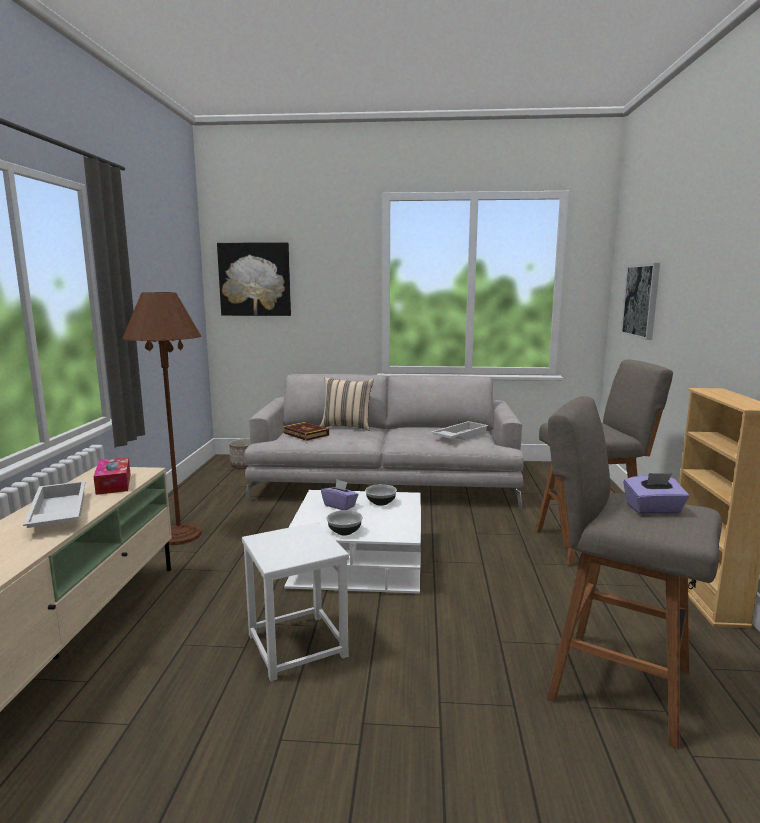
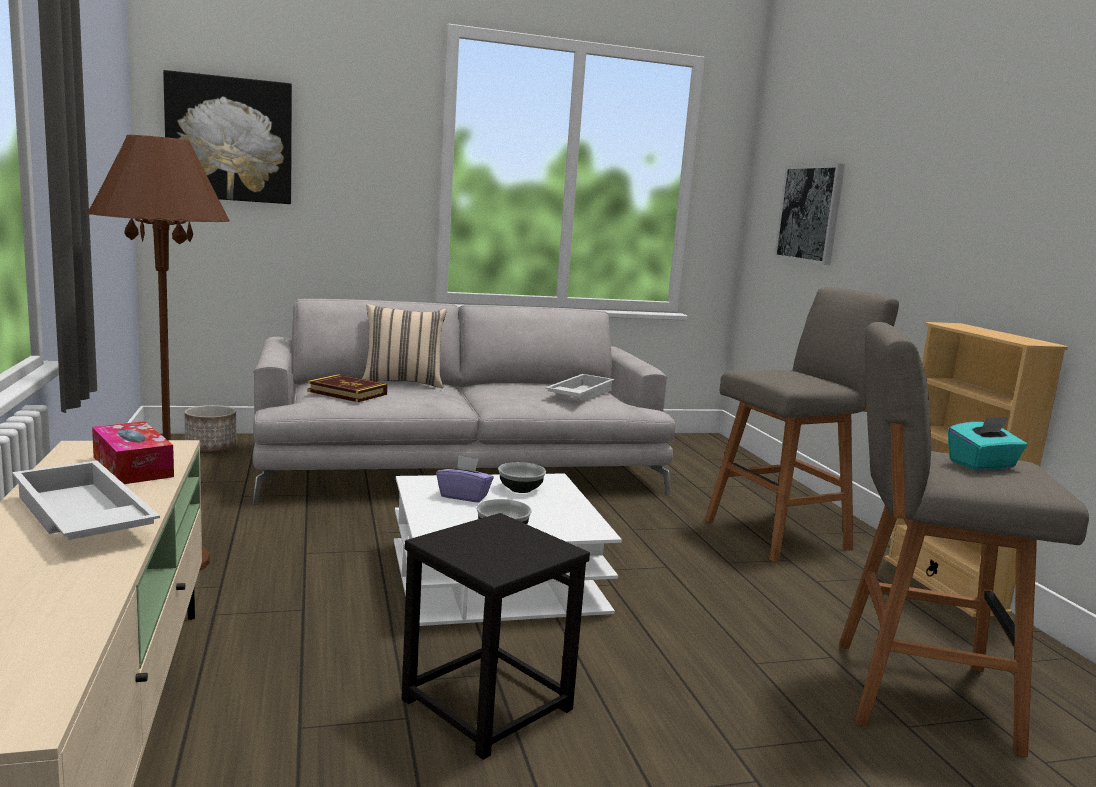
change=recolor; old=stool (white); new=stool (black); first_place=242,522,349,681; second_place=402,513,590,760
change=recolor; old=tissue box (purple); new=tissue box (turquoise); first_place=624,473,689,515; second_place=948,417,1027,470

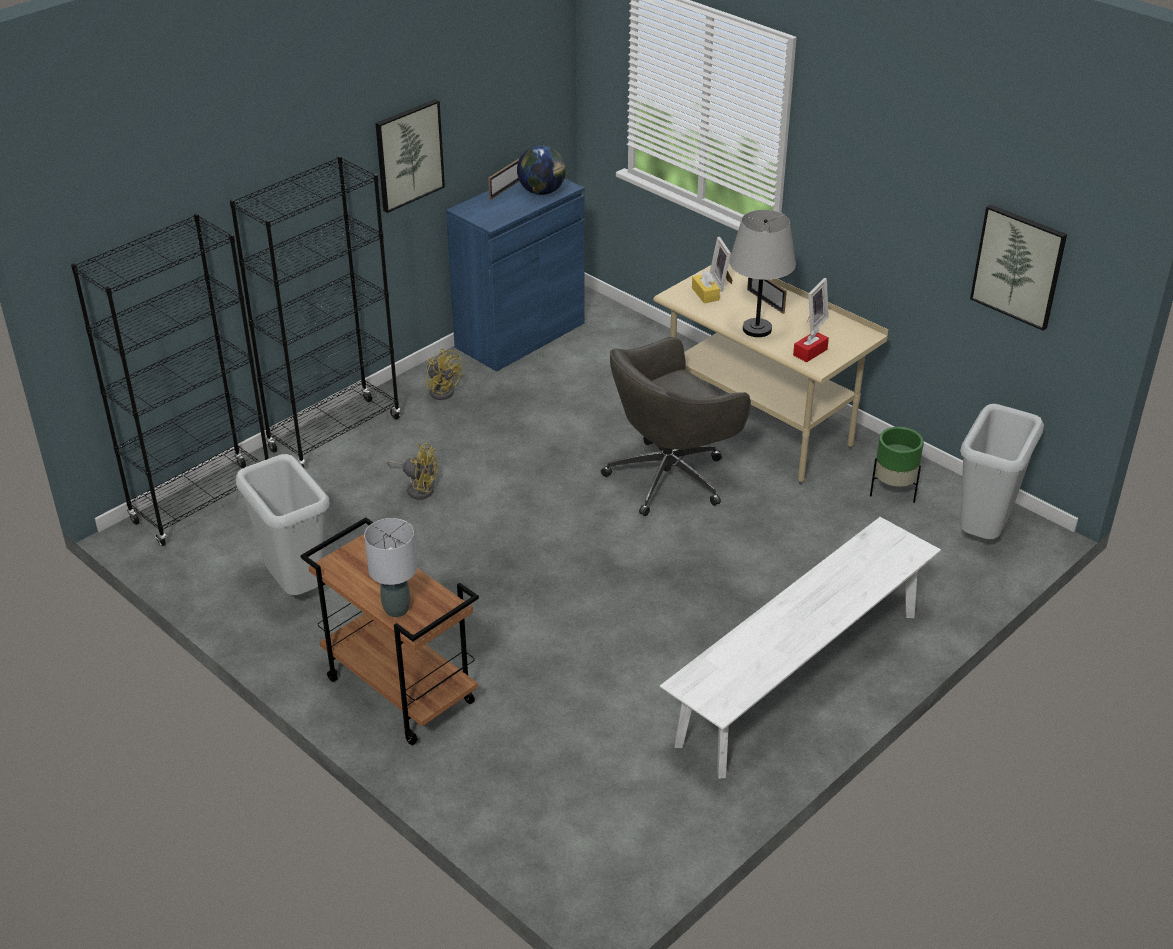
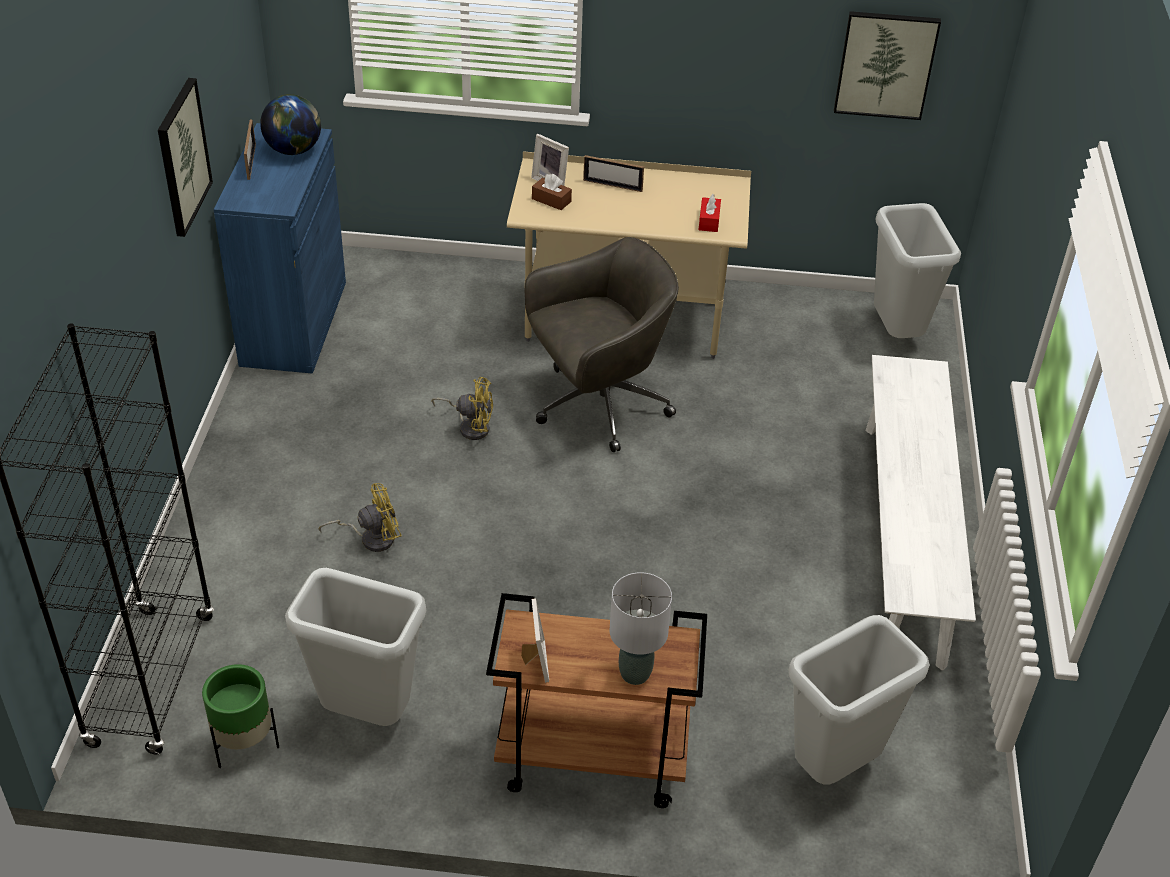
change=delete; old=bookcase (black); first_place=230,156,400,467
change=move; old=fan (yellow); first_place=426,349,462,400; second_place=431,377,493,440
change=rotate; old=office chair (grey); first_place=601,337,751,516; second_place=525,237,679,452; degrees=-135
change=recolor; old=tissue box (yellow); new=tissue box (brown); first_place=692,270,720,303; second_place=532,174,572,210
change=delete; old=table lamp (grey); first_place=729,210,796,337
change=move; old=picture frame; first_place=807,278,829,334; second_place=521,598,549,683
change=move; old=planter (green); first_place=870,427,924,503; second_place=202,664,279,768
change=insert; new=trash can (grey); second_place=789,615,930,784

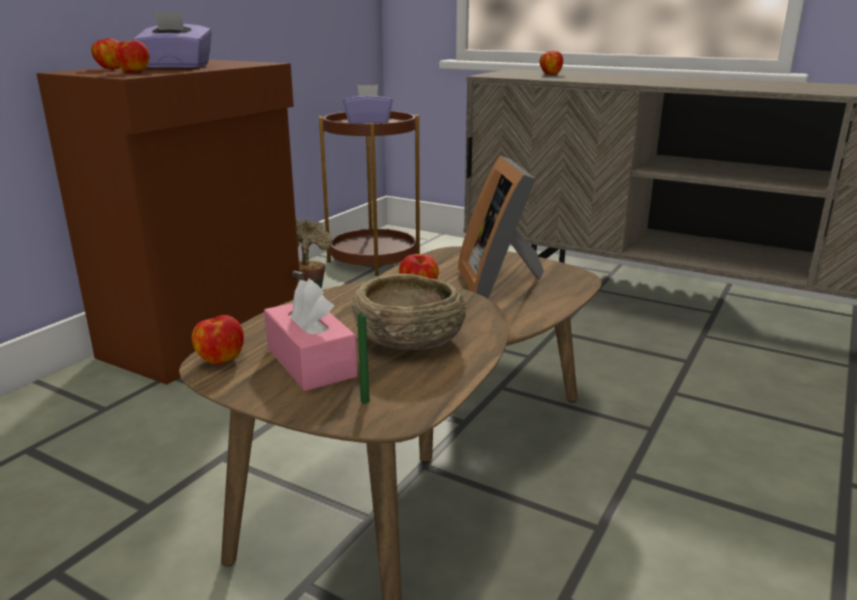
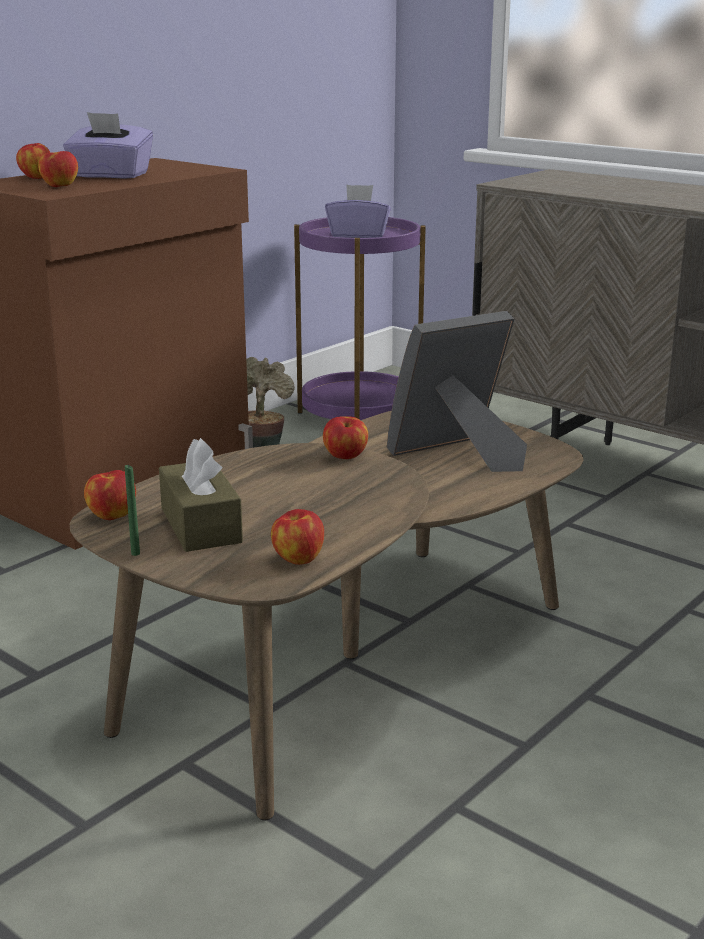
change=recolor; old=tissue box (pink); new=tissue box (brown); first_place=264,278,358,391; second_place=159,438,243,552
change=recolor; old=side table (brown); new=side table (purple); first_place=319,111,420,276; second_place=294,217,426,420
change=delete; old=bowl (beige); first_place=352,274,466,350
change=move; old=candle (green); first_place=358,311,370,404; second_place=125,464,140,556
change=rotate; old=picture frame; first_place=458,156,544,299; second_place=387,311,527,472; degrees=60
change=move; old=apple; first_place=540,51,563,75; second_place=271,509,324,565

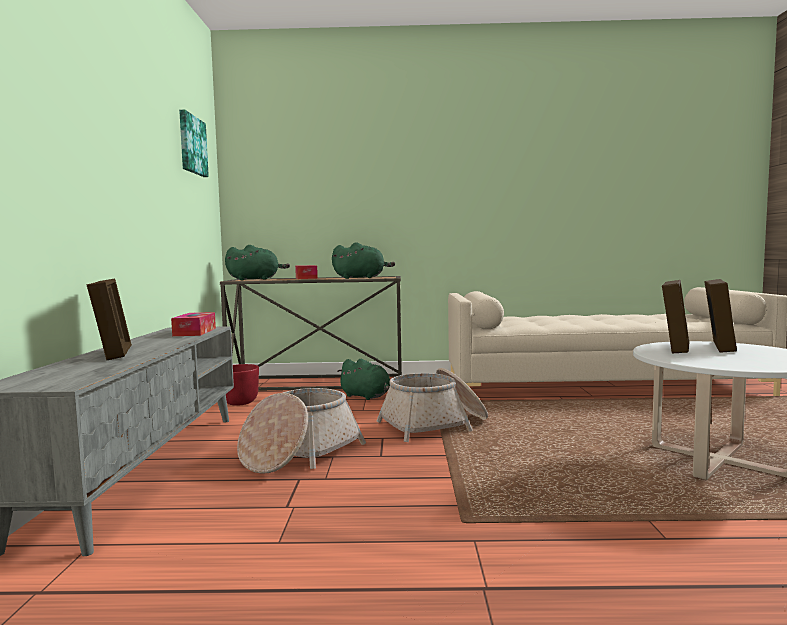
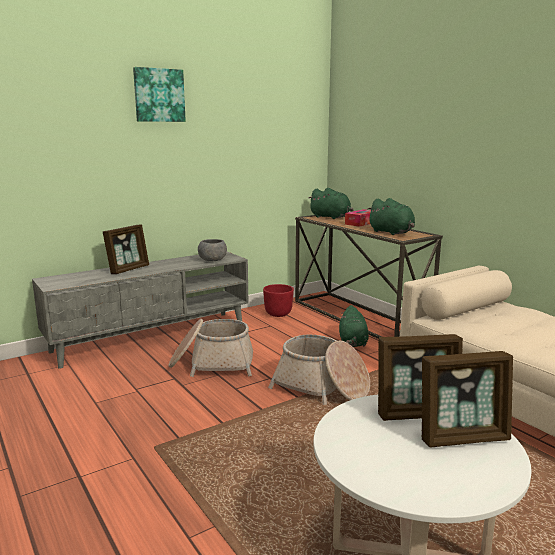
change=replace; old=tissue box; new=bowl (grey); first_place=171,312,216,336; second_place=198,239,227,261
change=move; old=picture; first_place=179,110,209,177; second_place=133,67,186,122

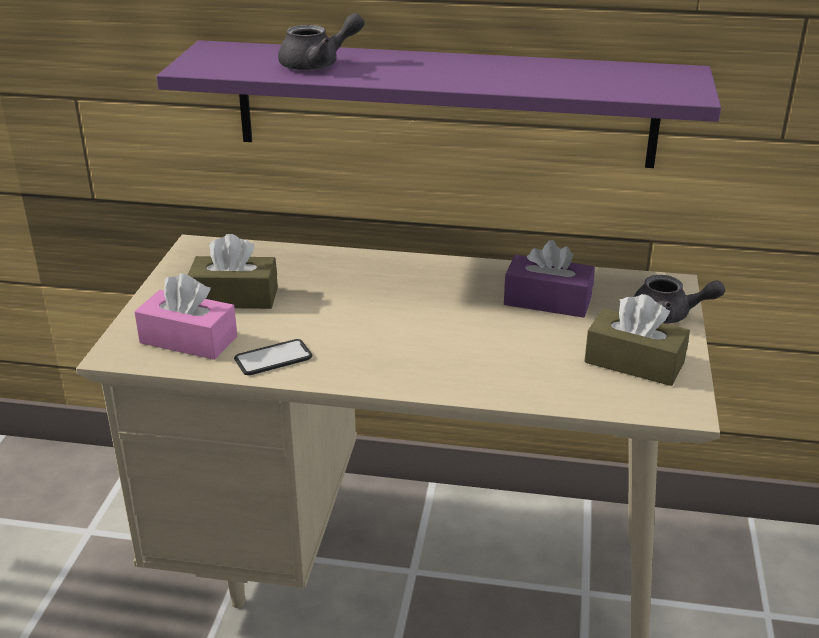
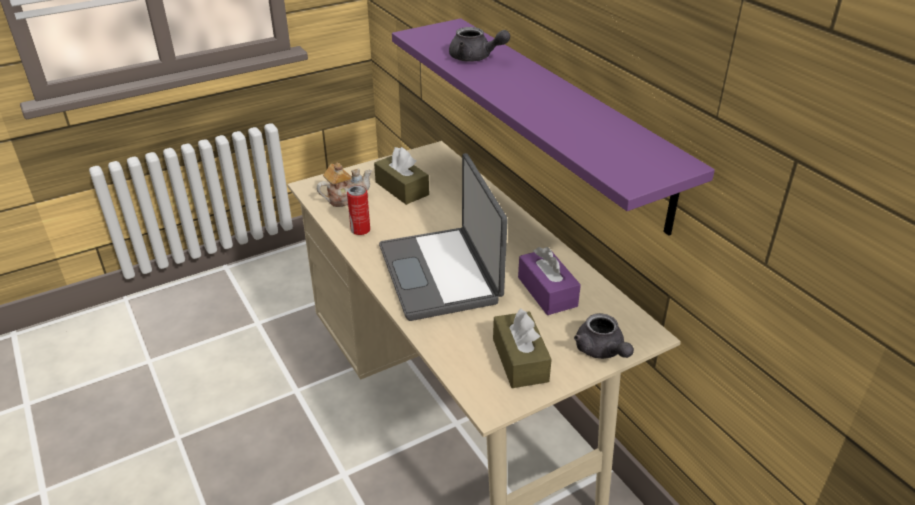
change=replace; old=tissue box (pink); new=teapot; first_place=134,273,237,360; second_place=317,163,372,207
change=replace; old=phone; new=can; first_place=234,339,312,375; second_place=347,185,370,235
change=insert; new=laptop; second_place=379,153,508,321

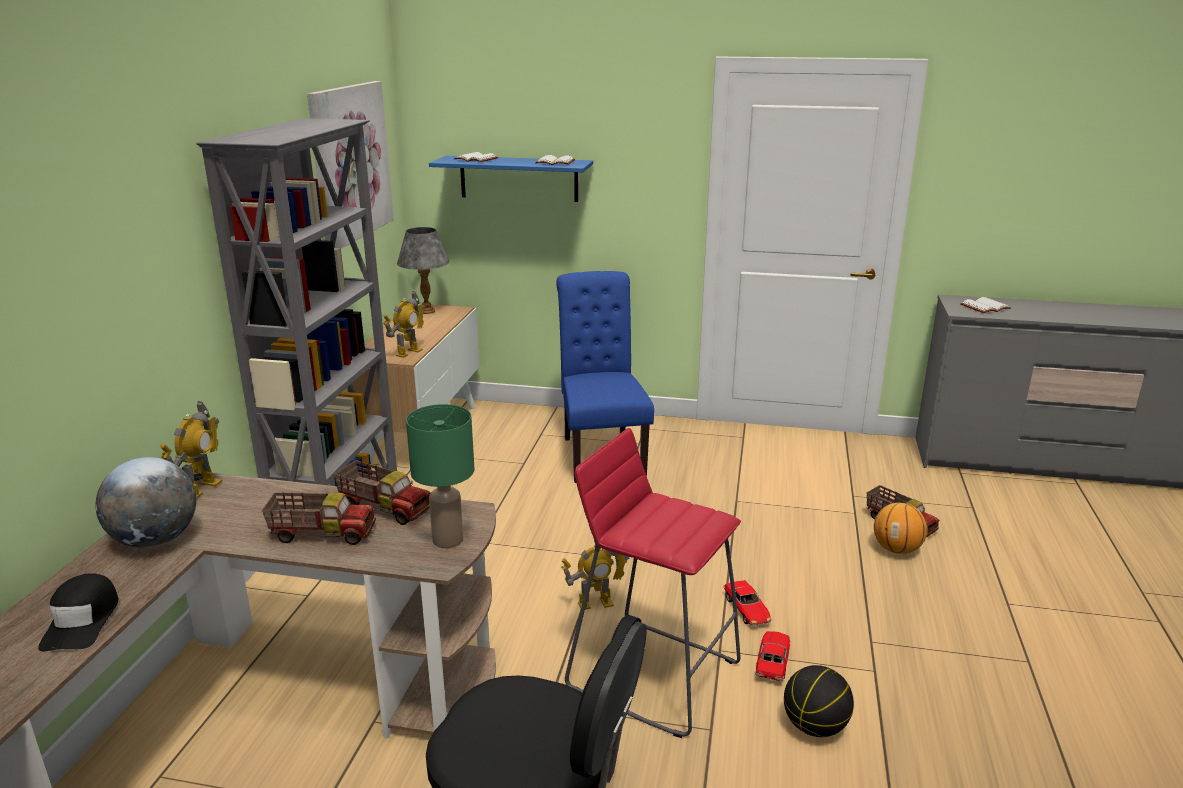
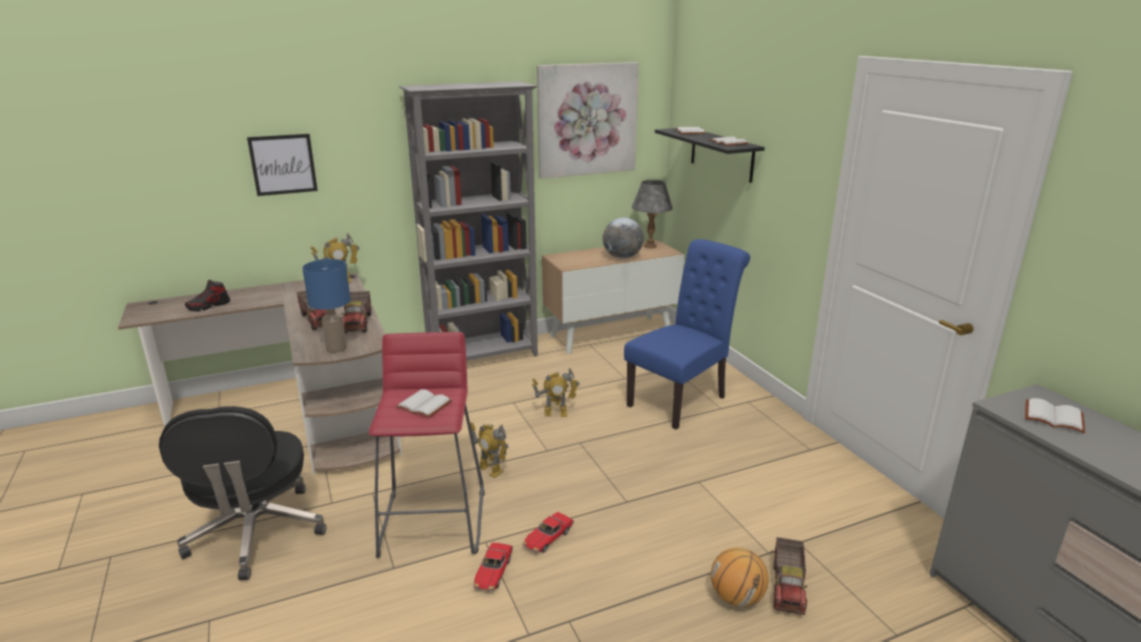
change=replace; old=cap (black); new=shoe; first_place=38,573,118,651; second_place=185,280,230,312
change=move; old=globe; first_place=95,457,196,548; second_place=603,218,644,259
change=move; old=toy robot; first_place=383,291,426,358; second_place=532,368,580,417
change=recolor; old=table lamp (green); new=table lamp (blue); first_place=406,404,474,548; second_place=302,259,351,353
change=recolor; old=shelf (blue); new=shelf (black); first_place=429,156,593,202; second_place=655,128,765,183
change=rotate; old=toy car; first_place=755,631,790,681; second_place=473,543,513,591; degrees=120
change=delete; old=basketball; first_place=784,665,854,737
change=insert; new=picture; second_place=247,134,318,196
change=insert; new=book (white); second_place=396,389,452,418

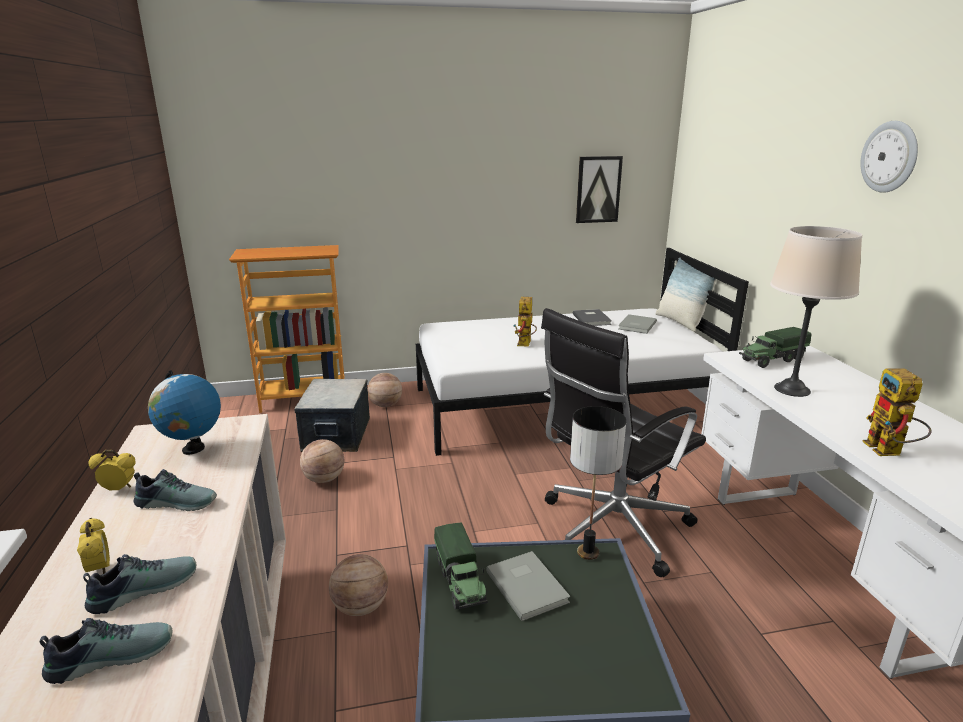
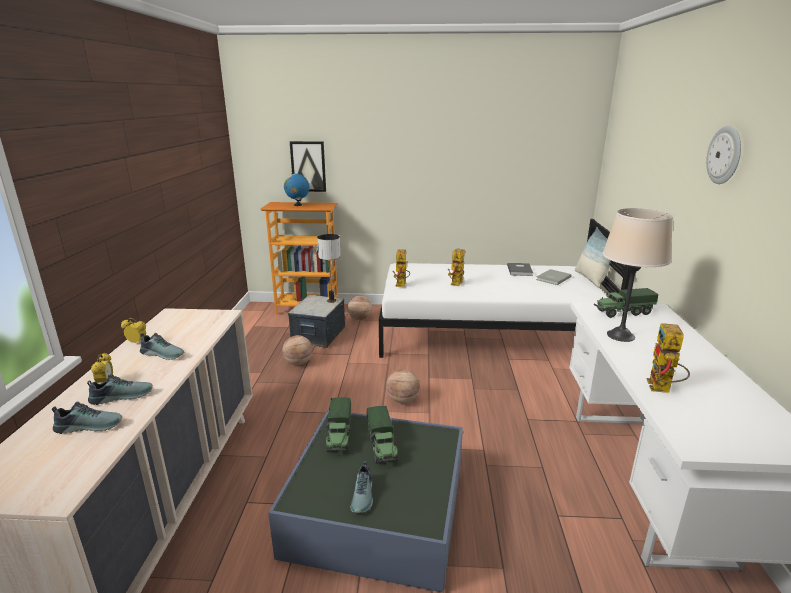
change=move; old=globe; first_place=148,370,221,455; second_place=284,172,309,206
change=move; old=basketball; first_place=329,554,388,616; second_place=386,369,420,403
change=replace; old=book (grey); new=toy truck; first_place=486,551,571,621; second_place=367,406,398,464
change=delete; old=office chair (black); first_place=541,308,706,577
change=move; old=table lamp; first_place=570,406,626,560; second_place=317,234,340,303
change=move; old=picture; first_place=576,156,623,223; second_place=290,141,326,192
change=insert; new=shoe; second_place=351,461,373,513
change=insert; new=toy robot; second_place=392,249,410,287

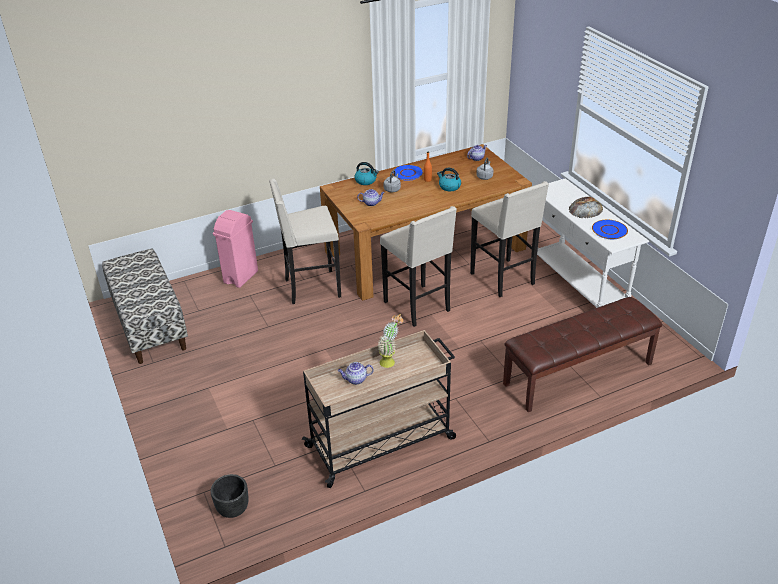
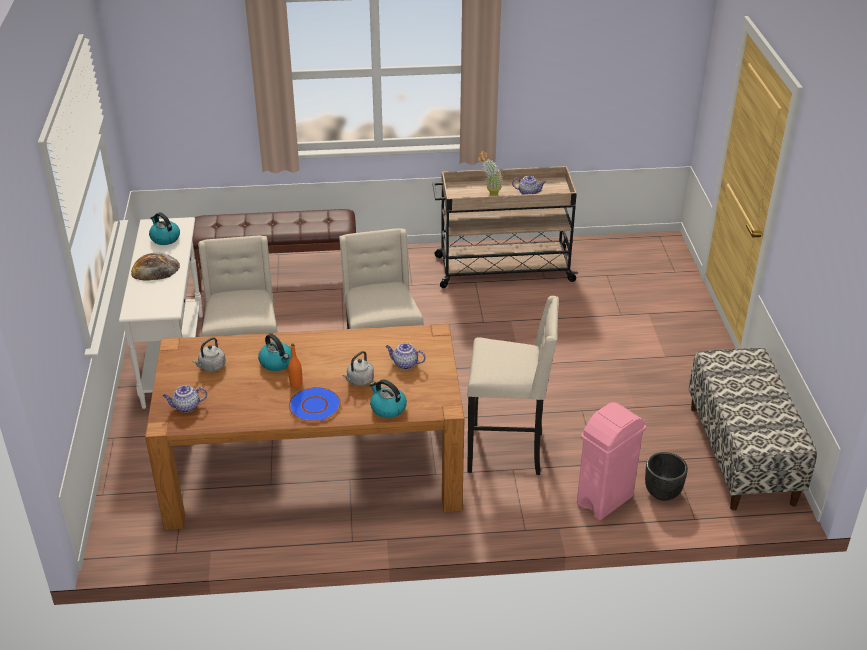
change=move; old=planter (black); first_place=211,474,249,518; second_place=645,452,688,501
change=replace; old=plate (blue); new=kettle; first_place=592,220,628,239; second_place=149,212,180,245

